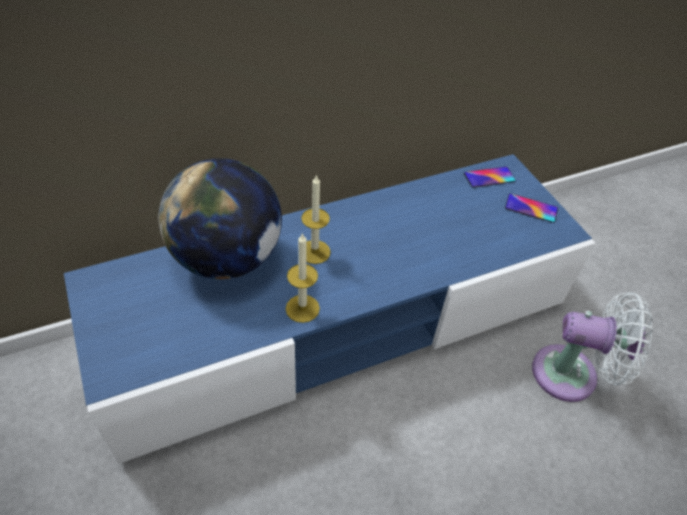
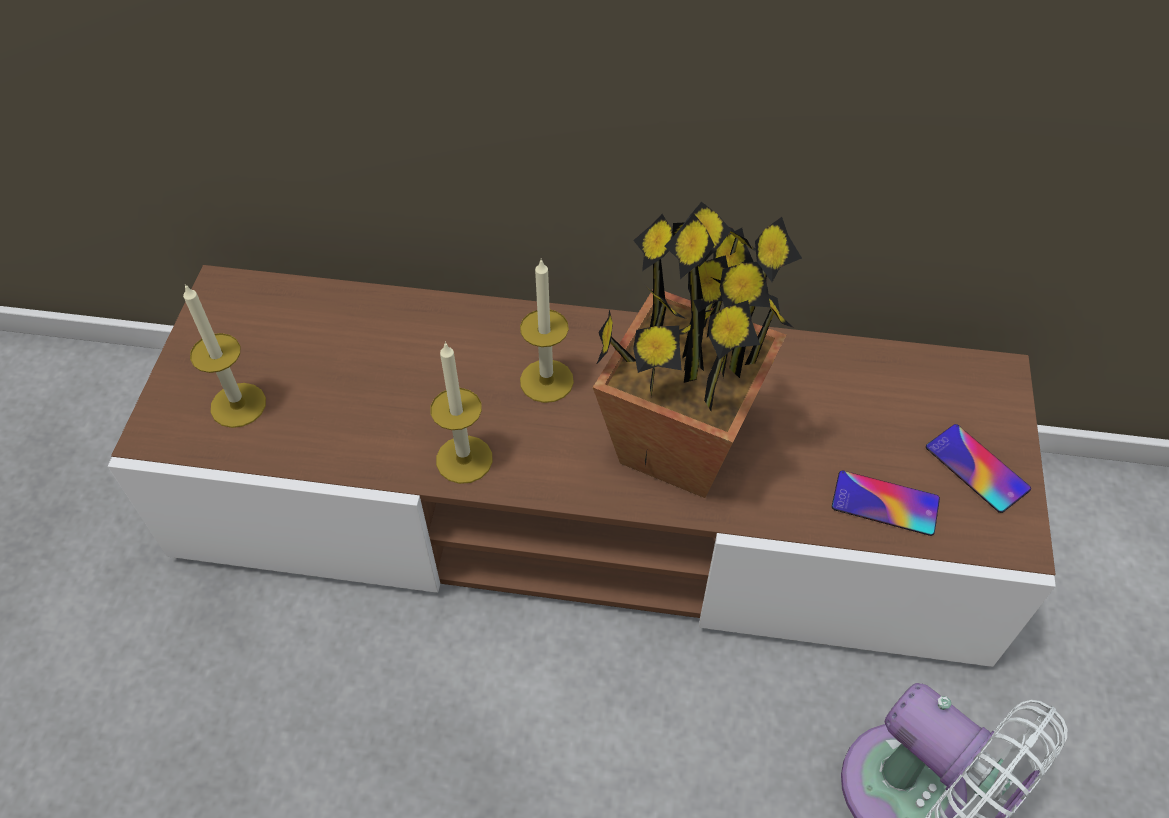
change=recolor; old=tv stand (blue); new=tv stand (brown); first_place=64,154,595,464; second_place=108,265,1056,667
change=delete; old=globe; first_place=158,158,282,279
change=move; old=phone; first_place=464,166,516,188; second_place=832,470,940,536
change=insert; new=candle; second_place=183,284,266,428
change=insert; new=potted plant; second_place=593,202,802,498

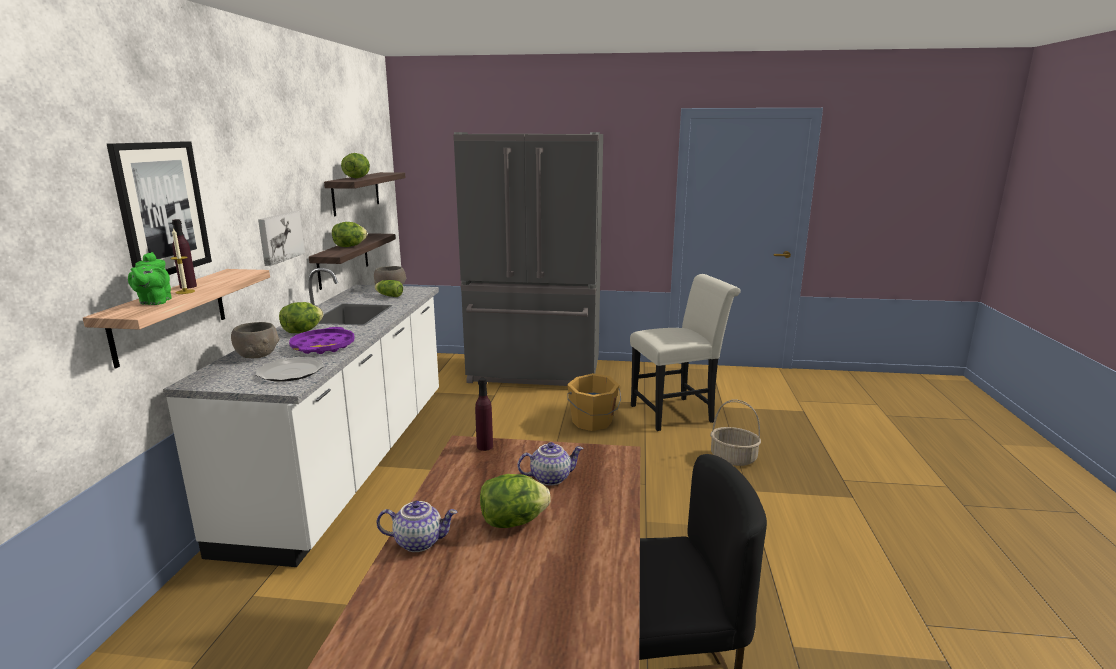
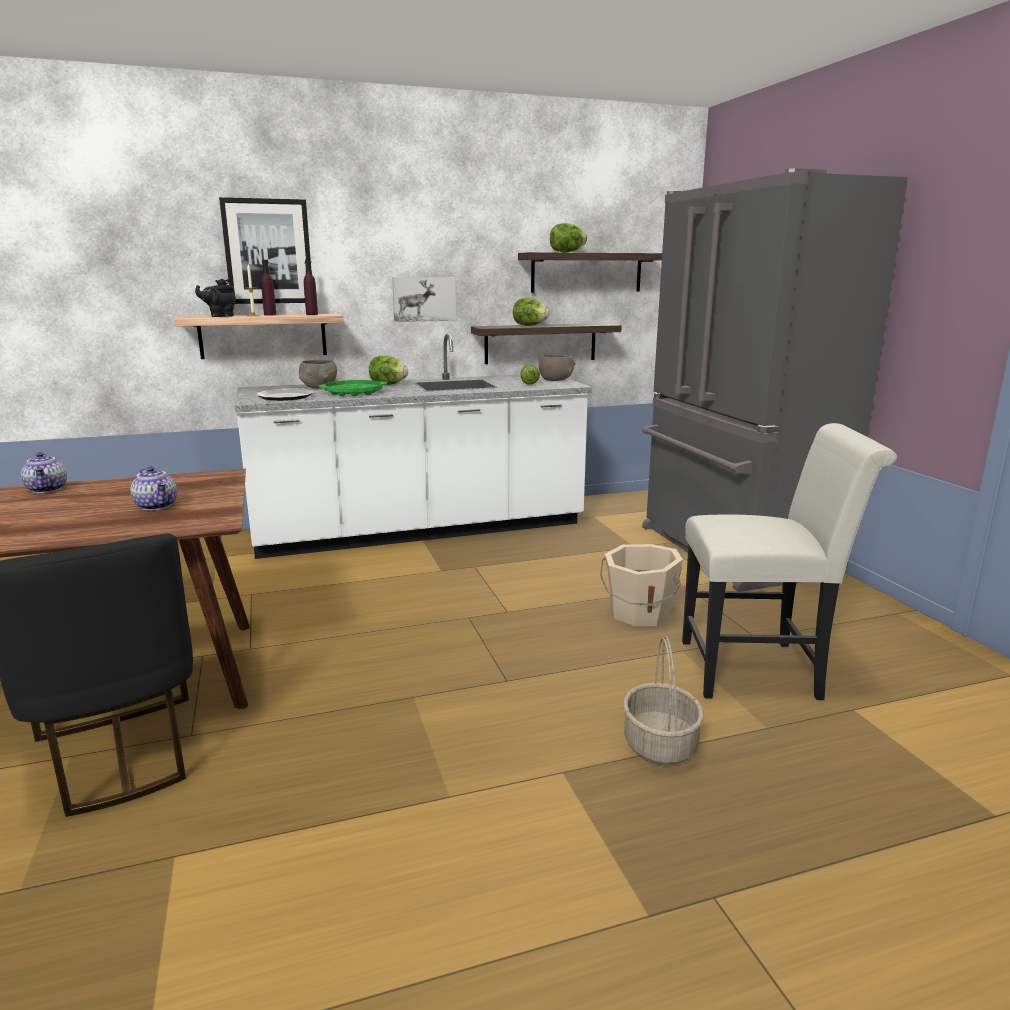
change=recolor; old=teapot (green); new=teapot (black); first_place=128,252,172,305; second_place=195,279,236,317
change=recolor; old=tray (purple); new=tray (green); first_place=289,327,355,354; second_place=318,380,388,396
change=move; old=bottle (purple); first_place=475,378,493,451; second_place=304,260,318,315
change=delete; old=lettuce; first_place=480,474,551,528
change=recolor; old=bucket (orange); new=bucket (beige); first_place=567,373,621,431; second_place=600,544,683,626
change=rotate; old=chair (white); first_place=630,274,741,431; second_place=682,423,897,701; degrees=-45

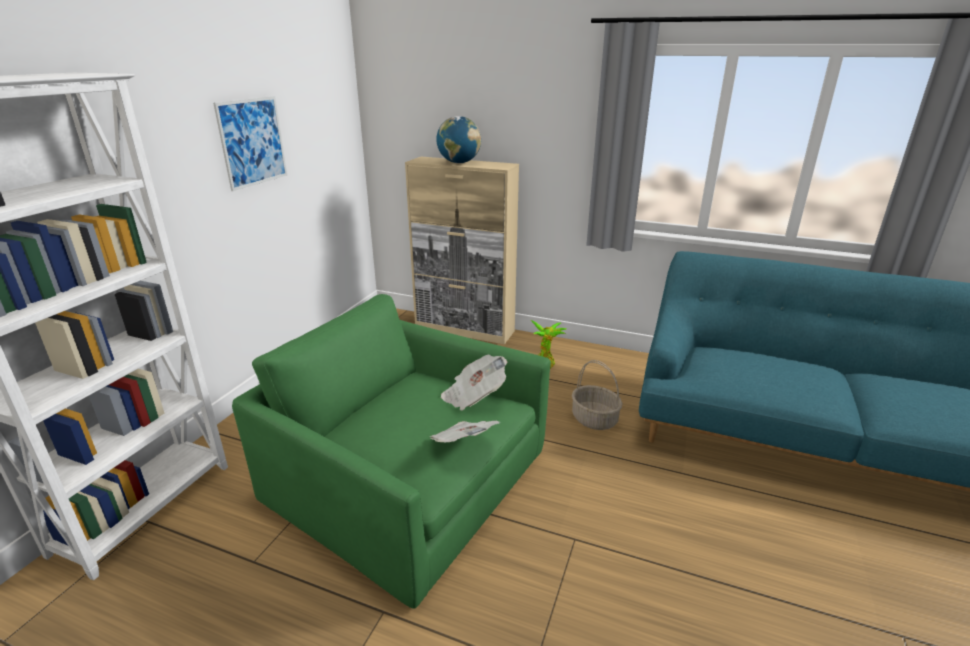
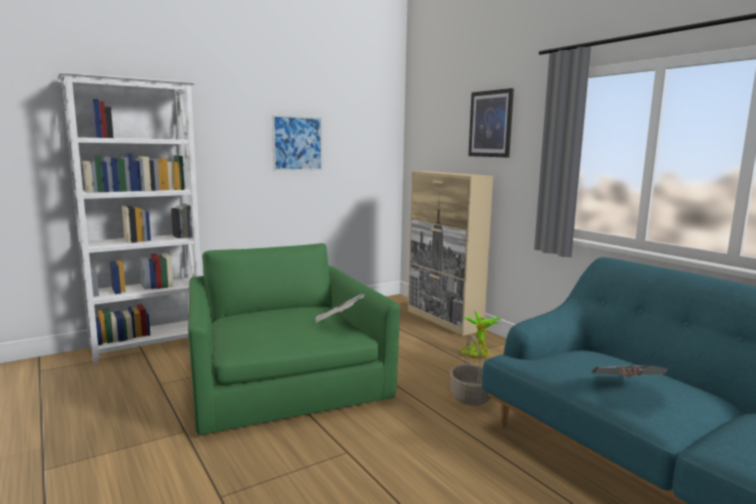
change=move; old=newspaper; first_place=429,421,501,442; second_place=591,365,668,378
change=delete; old=globe; first_place=436,116,481,163
change=insert; new=picture; second_place=468,88,514,158

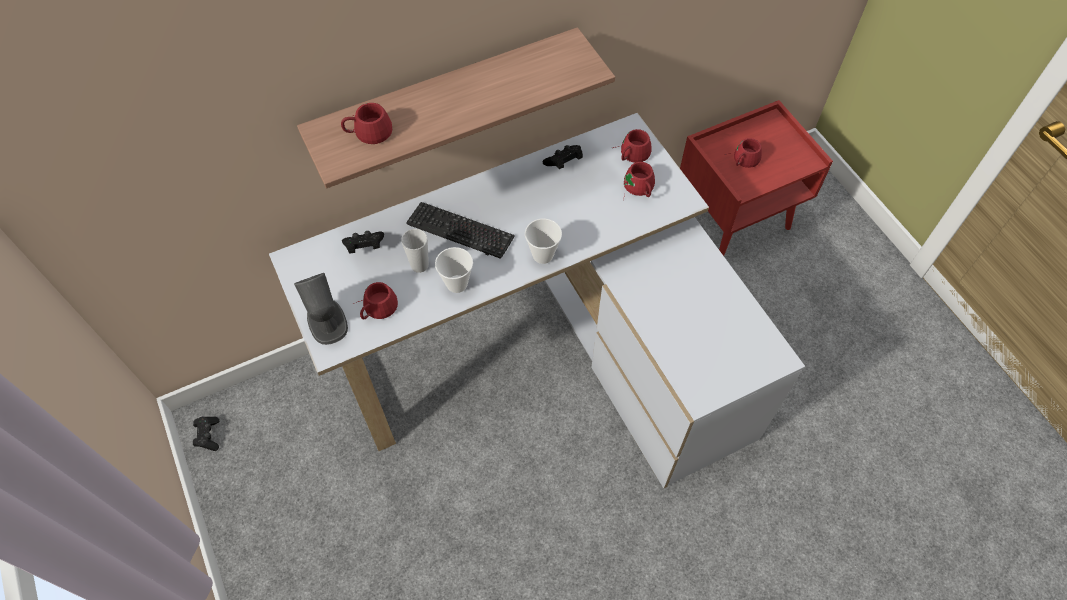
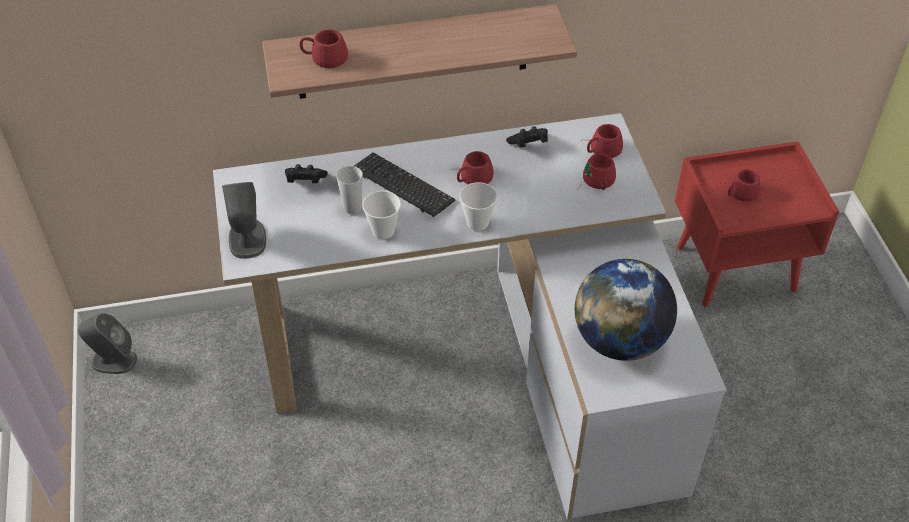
change=replace; old=game controller (black); new=speaker (grey); first_place=193,417,219,451; second_place=78,313,137,374
change=move; old=mug (red); first_place=353,282,398,319; second_place=451,151,494,184
change=insert; new=globe; second_place=575,259,677,361

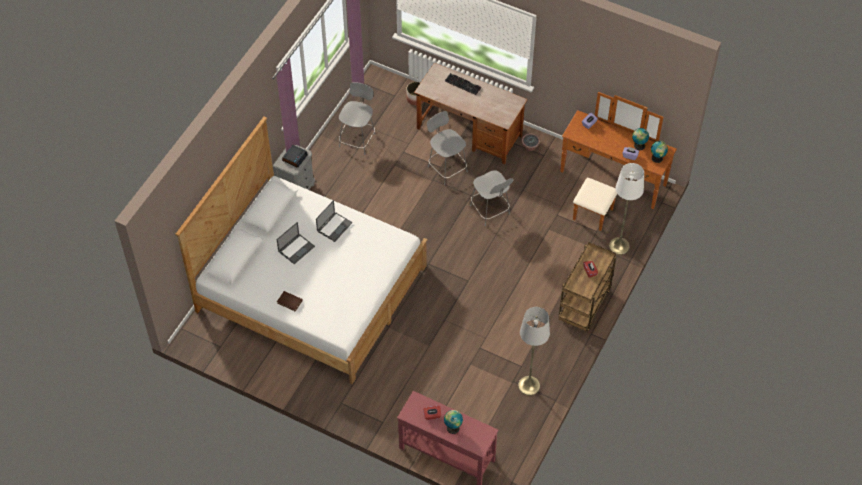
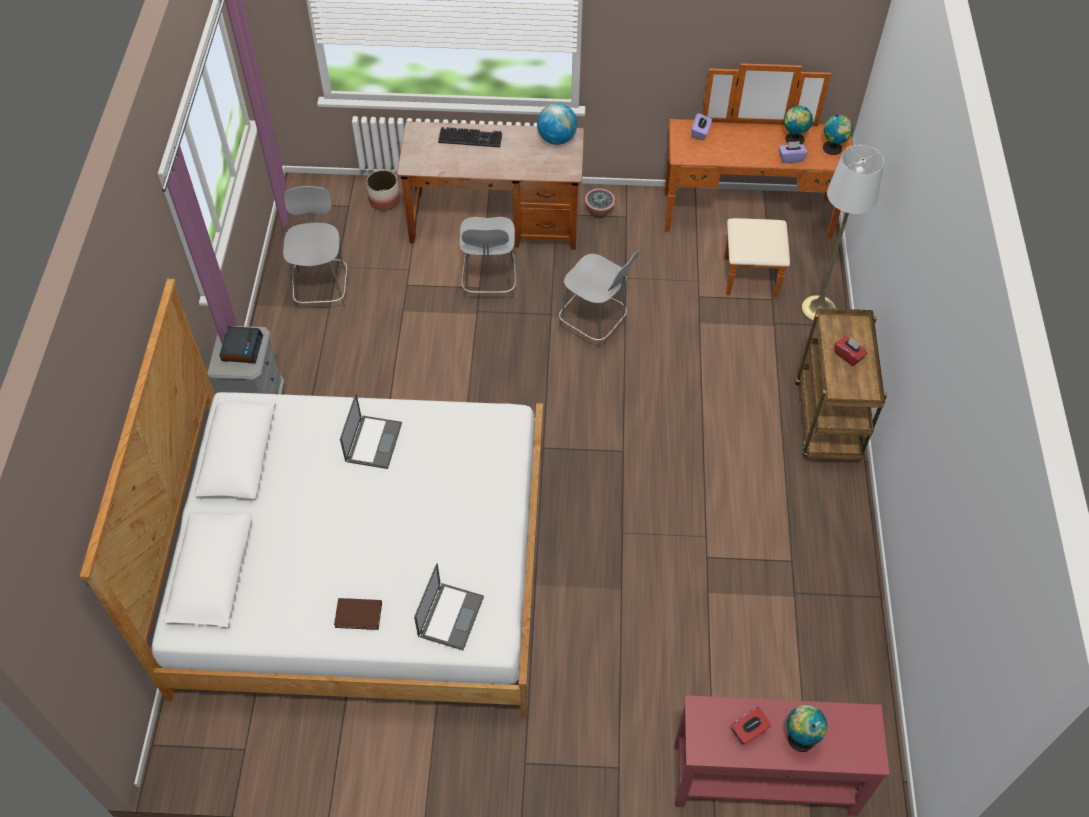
change=move; old=laptop; first_place=277,222,315,264; second_place=414,563,484,650
change=rotate; old=chair (grey); first_place=427,111,468,185; second_place=459,217,516,303; degrees=-120
change=delete; old=floor lamp (grey); first_place=518,307,550,396
change=insert; new=globe; second_place=537,103,577,145

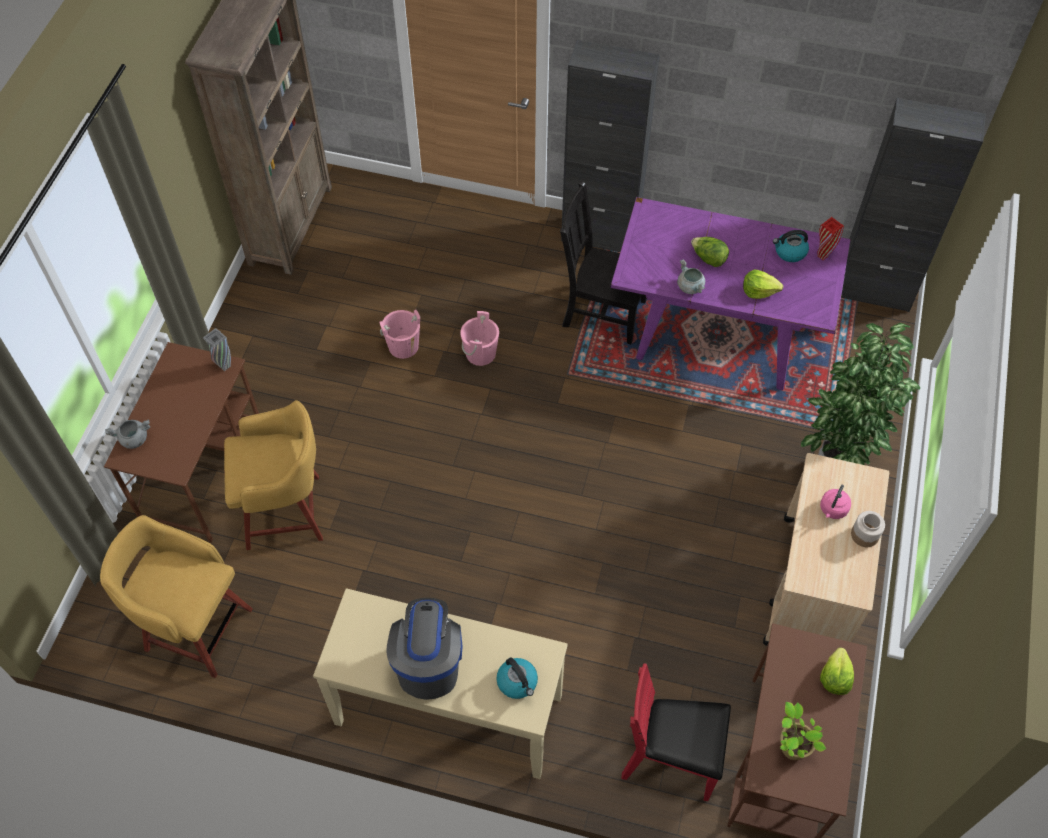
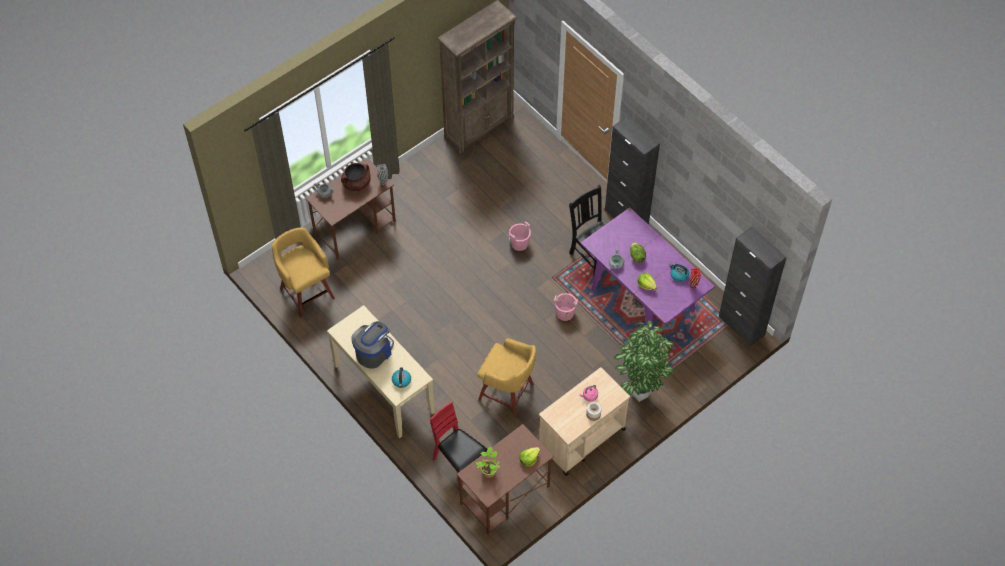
change=move; old=stool (yellow); first_place=224,400,323,550; second_place=478,338,536,417
change=move; old=bucket (pink); first_place=380,310,421,359; second_place=554,293,578,321
change=insert; new=cooking pot (brown); second_place=341,163,371,191

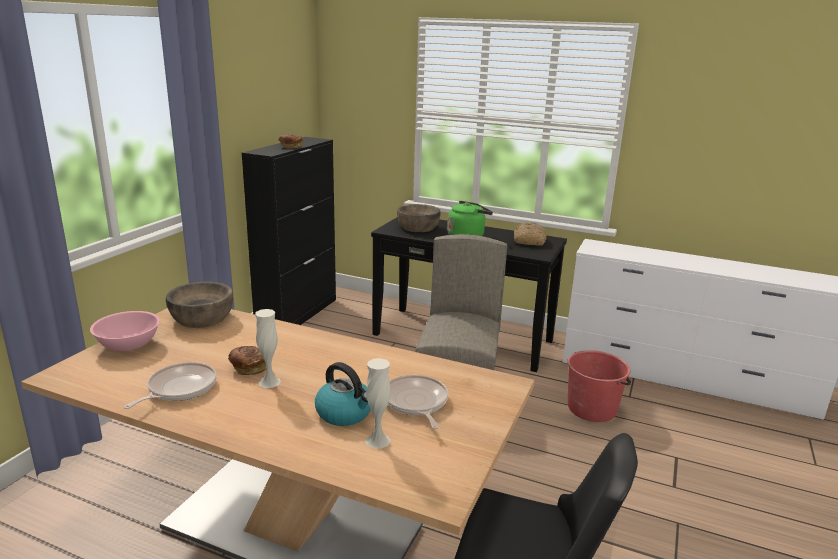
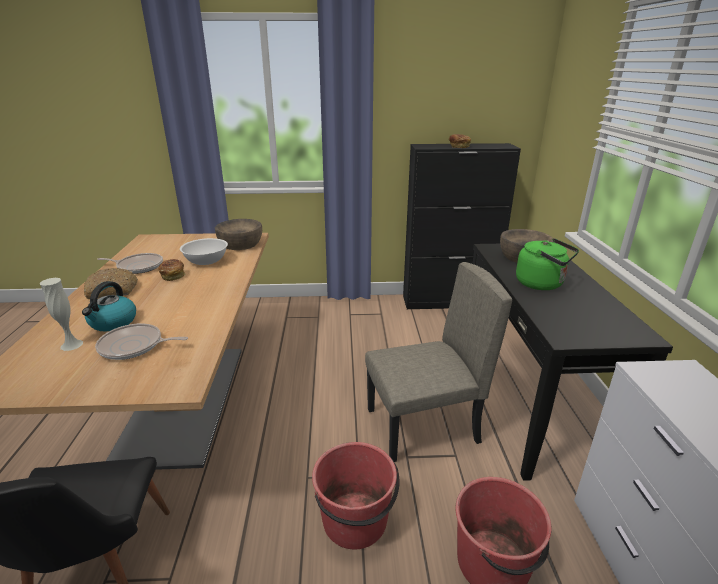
change=delete; old=bowl (pink); first_place=90,311,160,351
change=delete; old=vase (white); first_place=255,309,281,388
change=rotate; old=frying pan; first_place=388,375,448,429; second_place=95,323,188,360; degrees=-135
change=move; old=bread; first_place=514,222,547,246; second_place=84,268,138,299
change=insert; new=bowl (white); second_place=180,238,228,265
change=insert; new=bucket (red); second_place=312,442,400,550

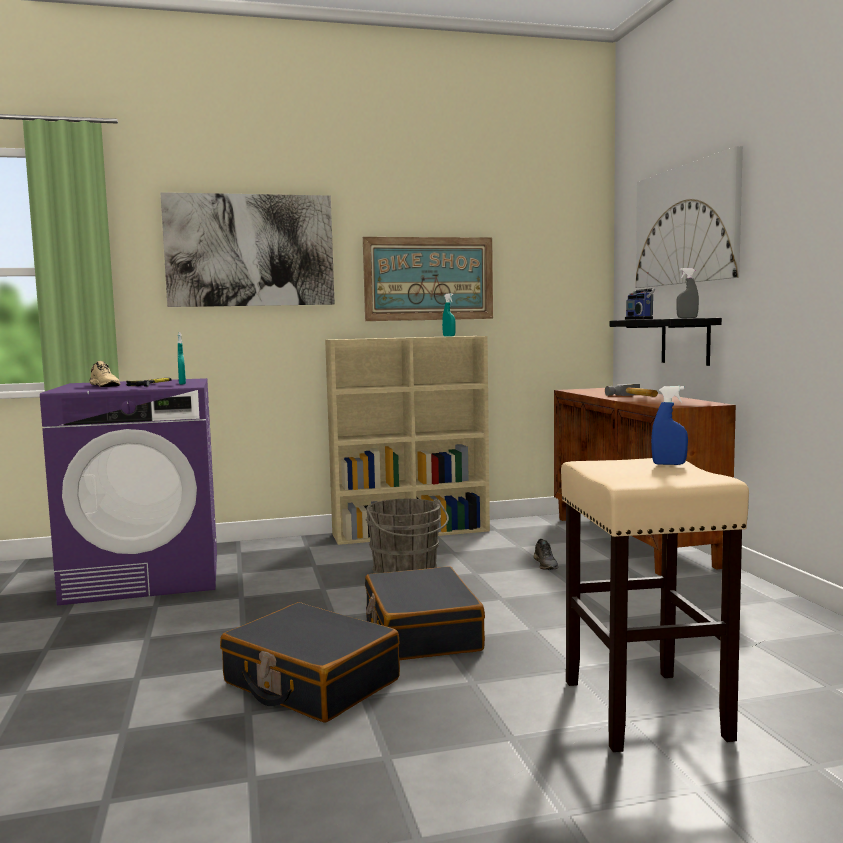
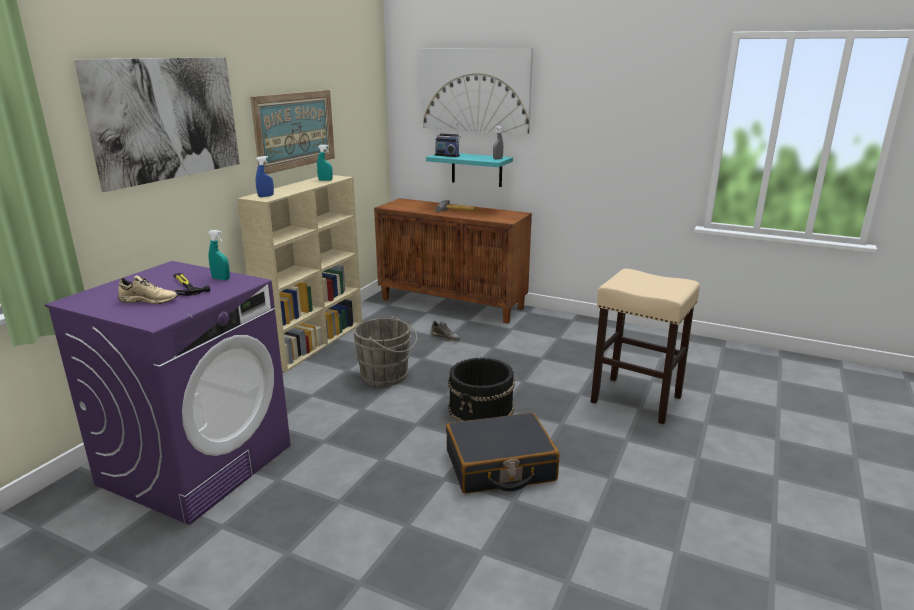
change=replace; old=suitcase (black); new=bucket (black); first_place=365,566,485,660; second_place=448,358,515,422
change=recolor; old=shelf (black); new=shelf (turquoise); first_place=610,318,722,366; second_place=426,153,513,187
change=move; old=spray bottle (blue); first_place=651,386,688,465; second_place=256,156,274,197

